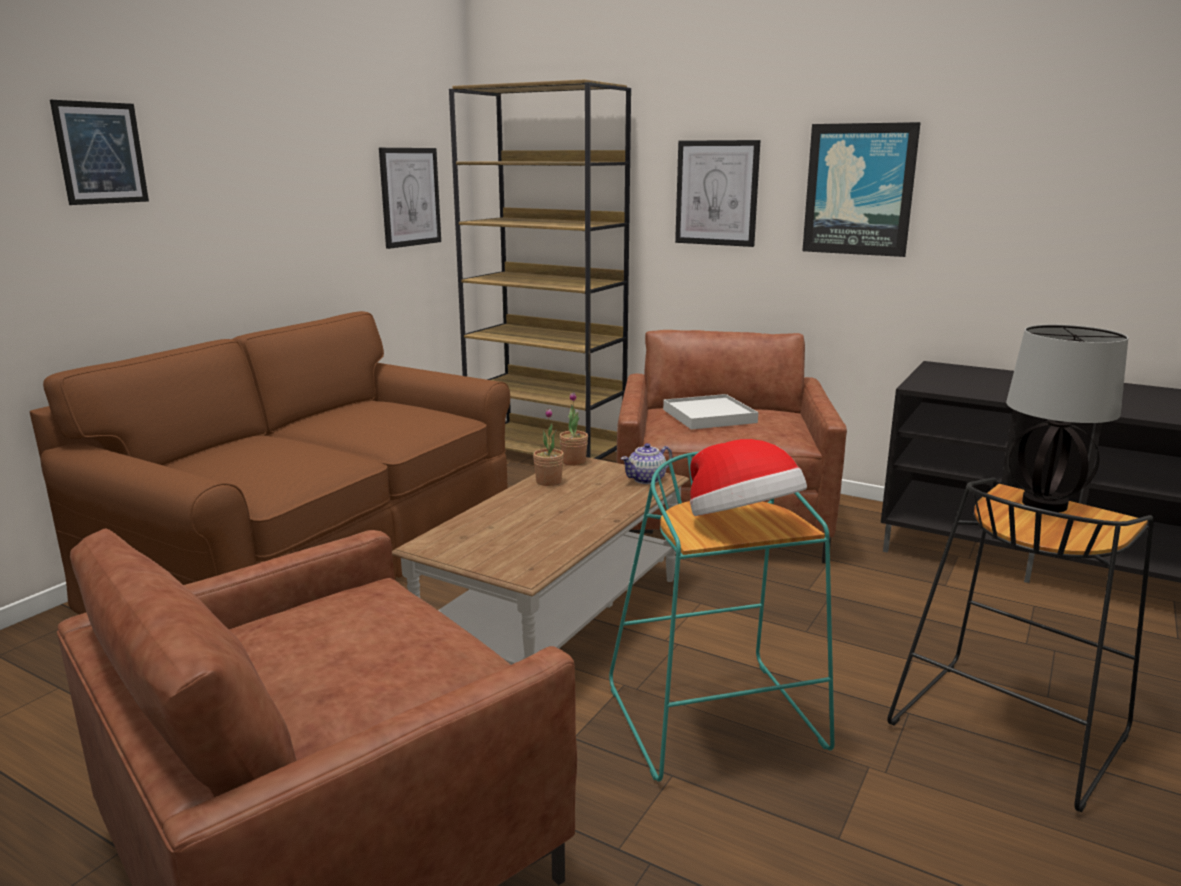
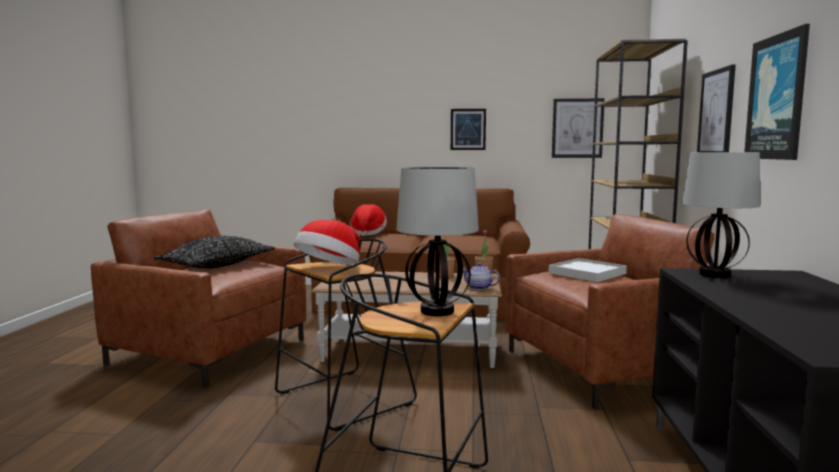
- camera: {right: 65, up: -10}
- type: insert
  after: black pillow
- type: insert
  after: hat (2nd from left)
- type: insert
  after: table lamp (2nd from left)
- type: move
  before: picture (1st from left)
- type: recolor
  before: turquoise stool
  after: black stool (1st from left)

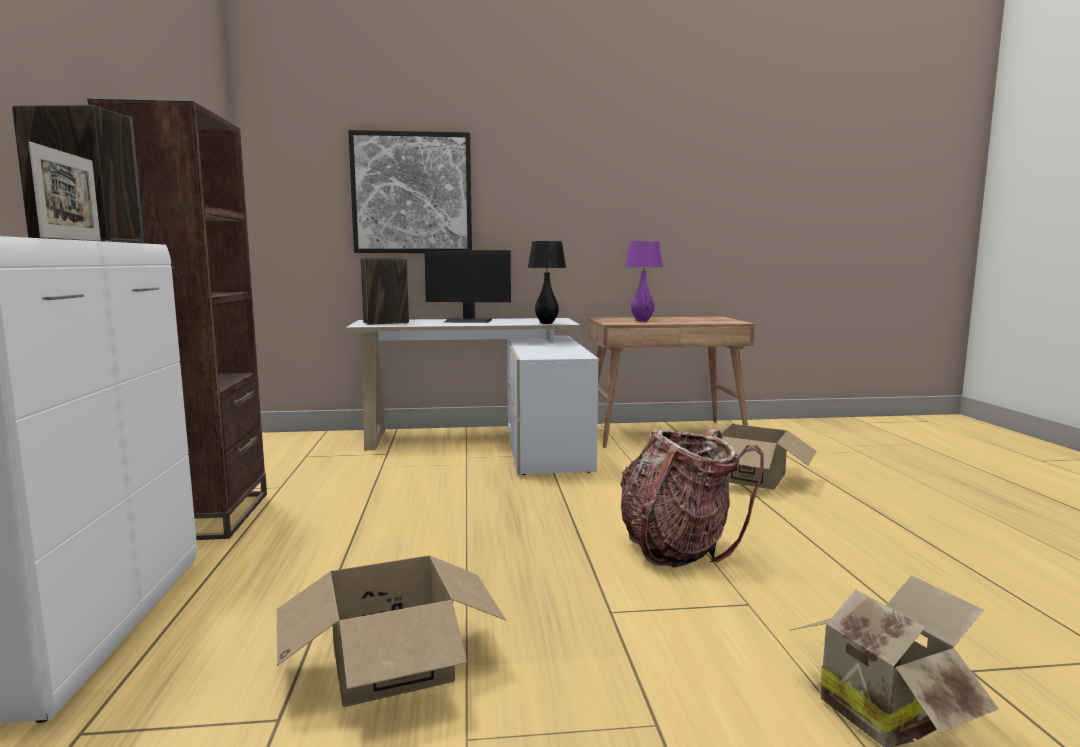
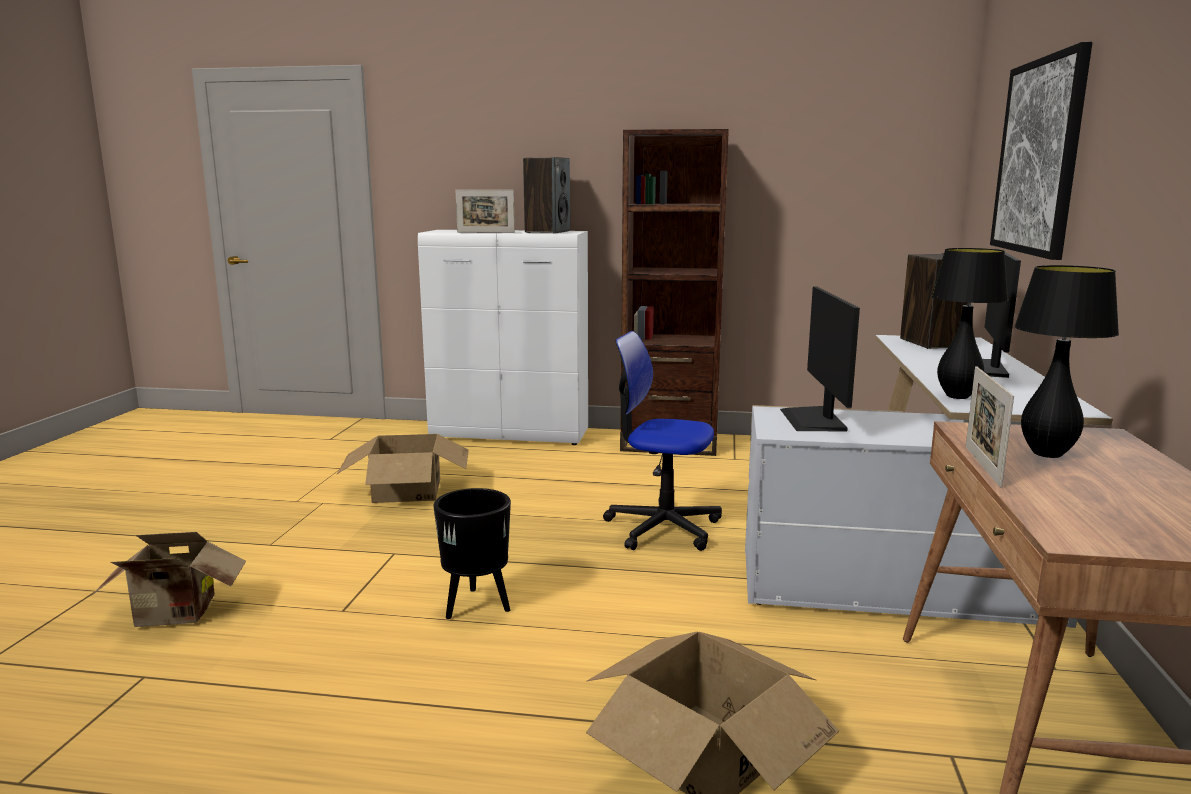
- camera: {right: 105, up: 5}
- type: insert
  after: office chair
- type: insert
  after: monitor (1st from left)
- type: insert
  after: picture frame (2nd from left)
- type: replace
  before: backpack
  after: black planter
- type: recolor
  before: purple table lamp
  after: black table lamp (2nd from left)

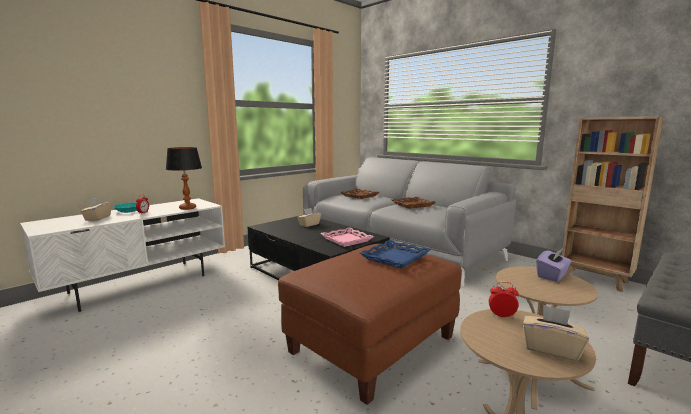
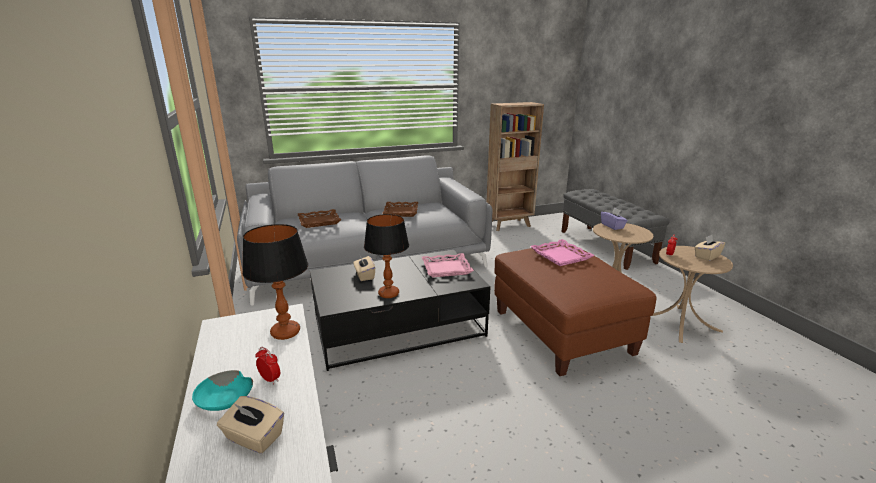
- camera: {right: -65, up: 10}
- type: insert
  after: table lamp (2nd from left)
- type: recolor
  before: blue tray
  after: pink tray (2nd from left)

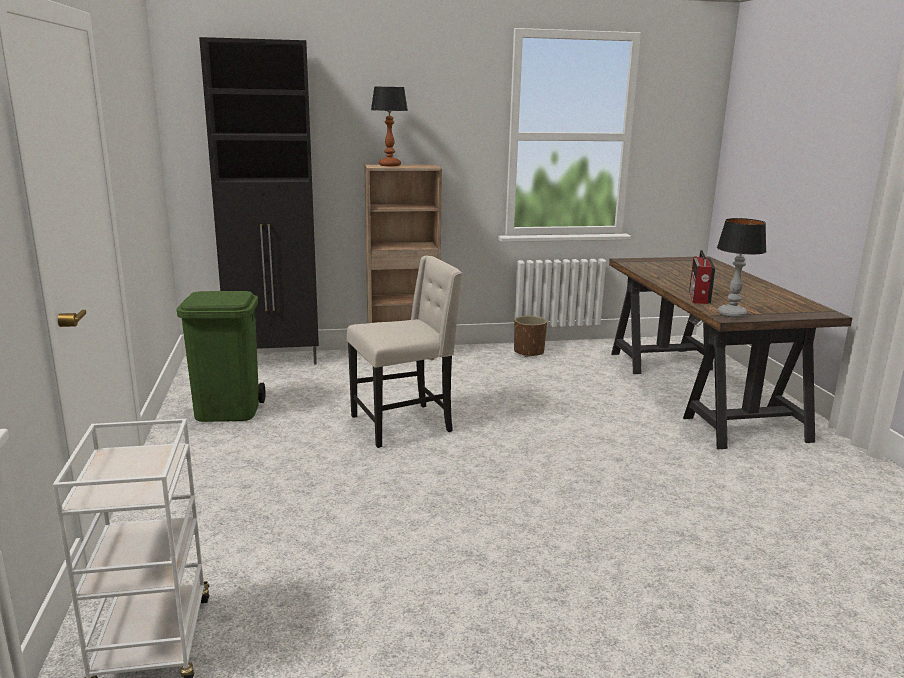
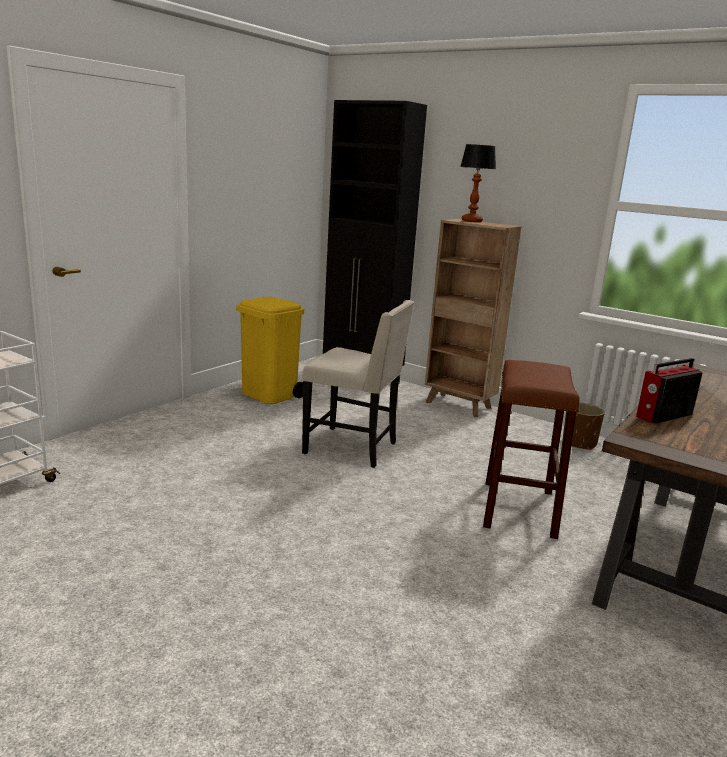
- camera: {right: 45, up: 0}
- type: delete
  before: table lamp (2nd from left)
- type: insert
  after: brown stool
- type: recolor
  before: green trash can
  after: yellow trash can

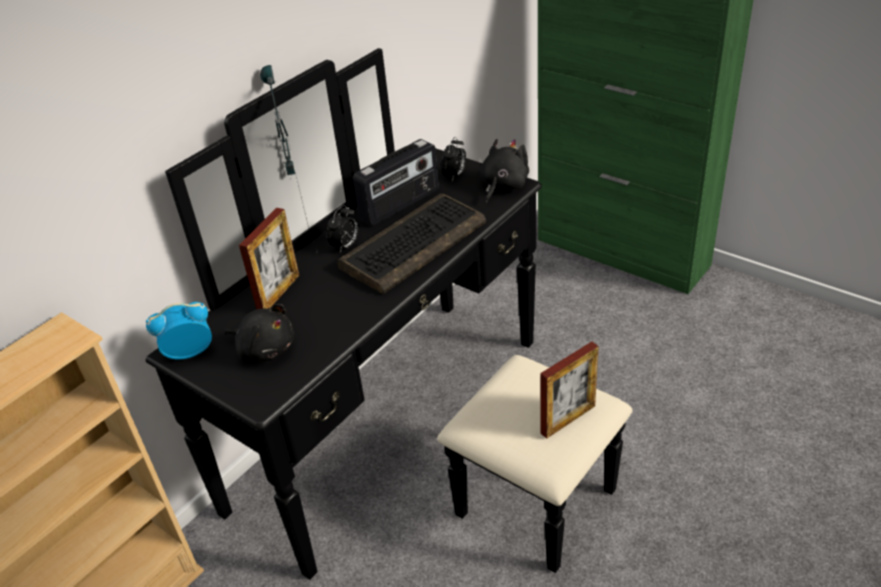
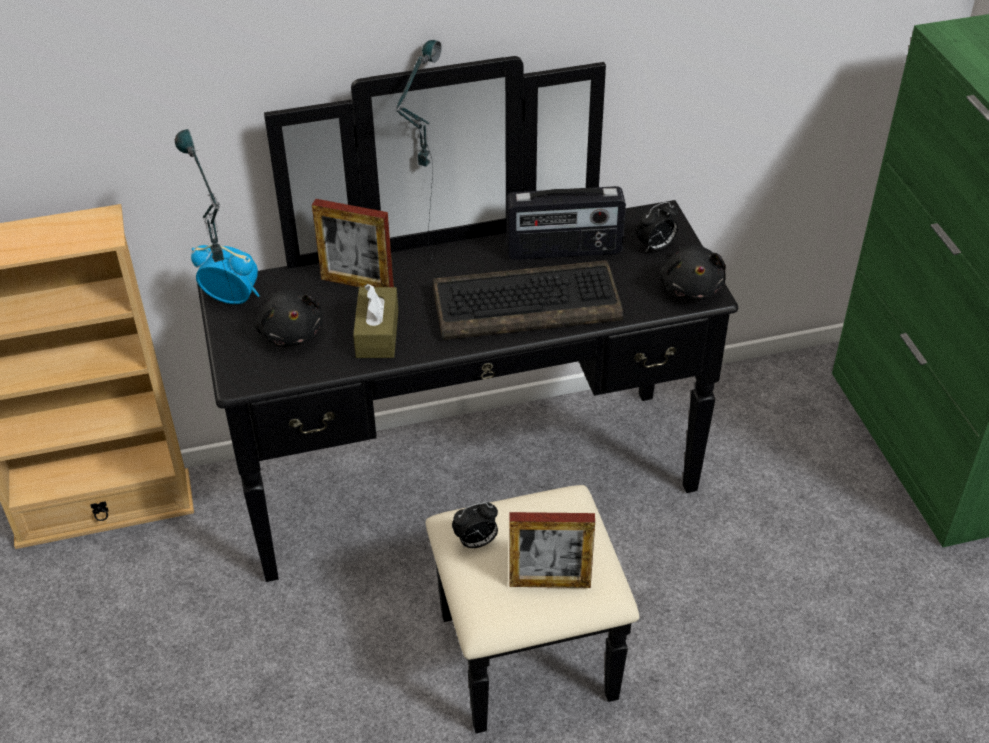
- camera: {right: 35, up: 5}
- type: insert
  after: table lamp (1st from left)
- type: insert
  after: brown tissue box
- type: move
  before: alarm clock (2nd from left)
- type: rotate
  before: picture frame (1st from left)
  turn: 45
- type: rotate
  before: black plush toy (2nd from left)
  turn: 105

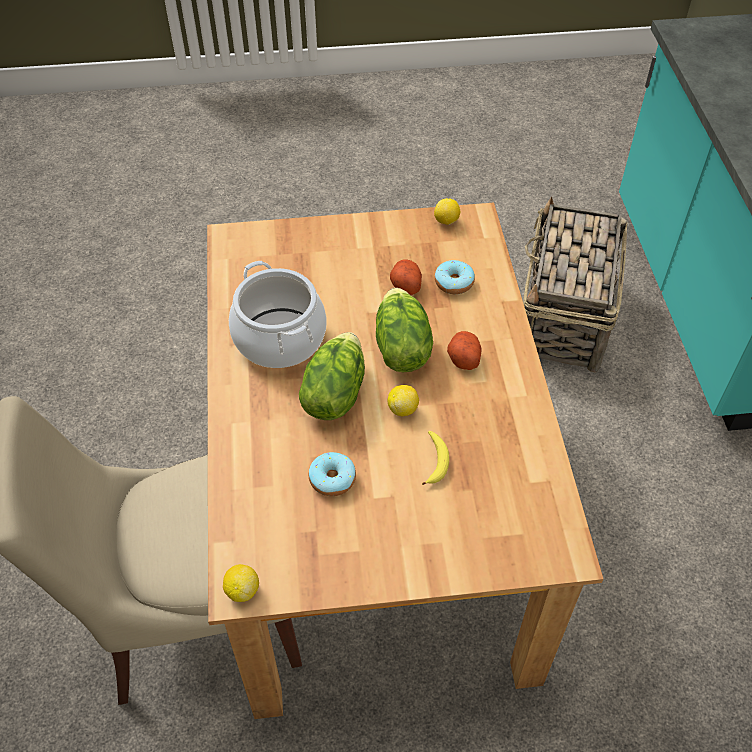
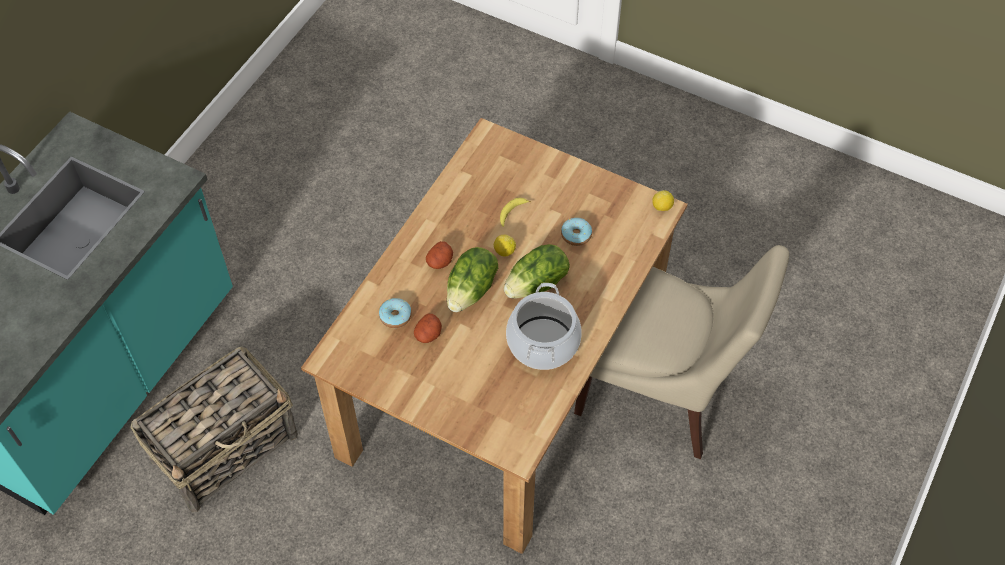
- camera: {right: -145, up: 5}
- type: delete
  before: lemon (3rd from left)

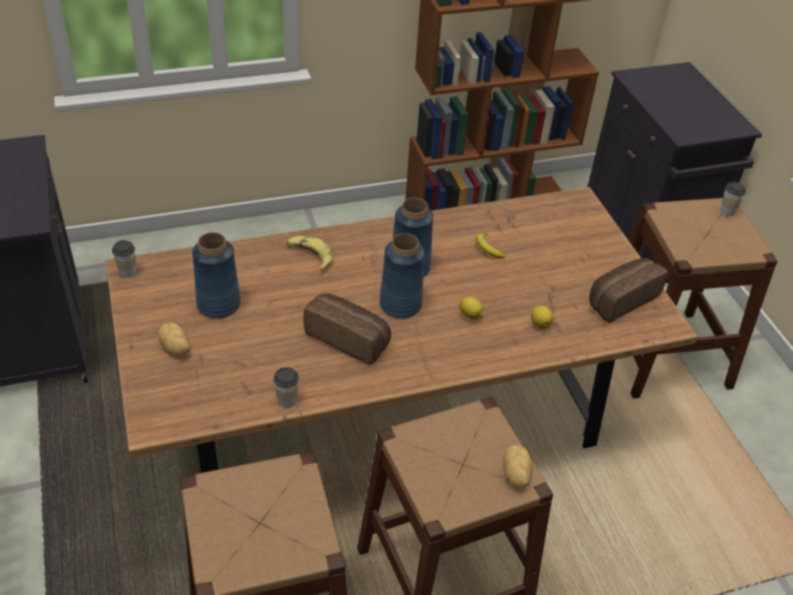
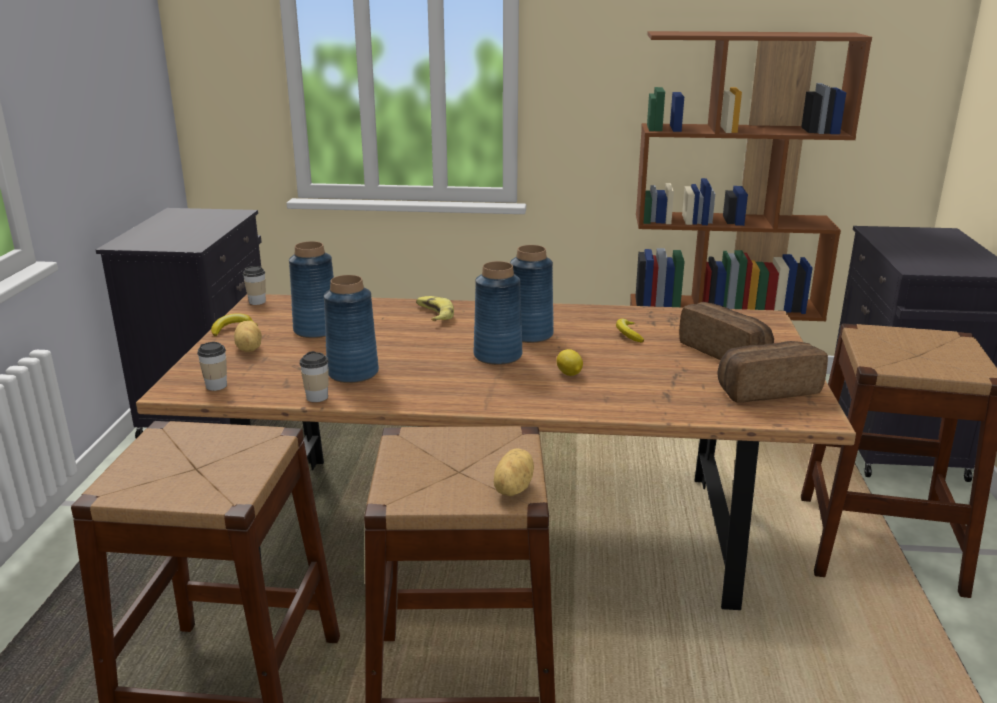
- camera: {right: 25, up: -20}
- type: delete
  before: lemon (2nd from left)
- type: insert
  after: banana (1st from left)
- type: insert
  after: blue vase (2nd from left)
- type: move
  before: bread (1st from left)
- type: move
  before: cup (3rd from left in the first image)
  after: cup (1st from left)

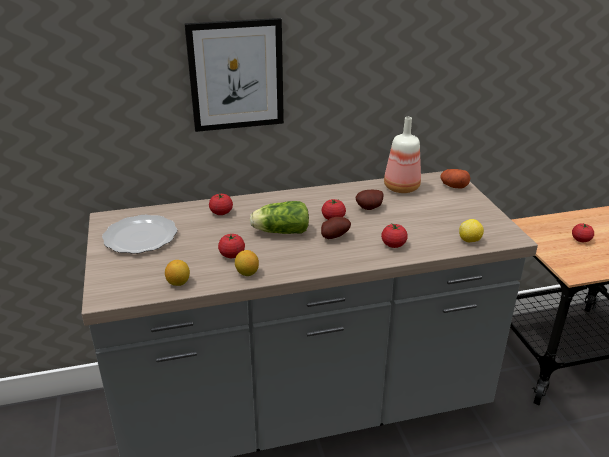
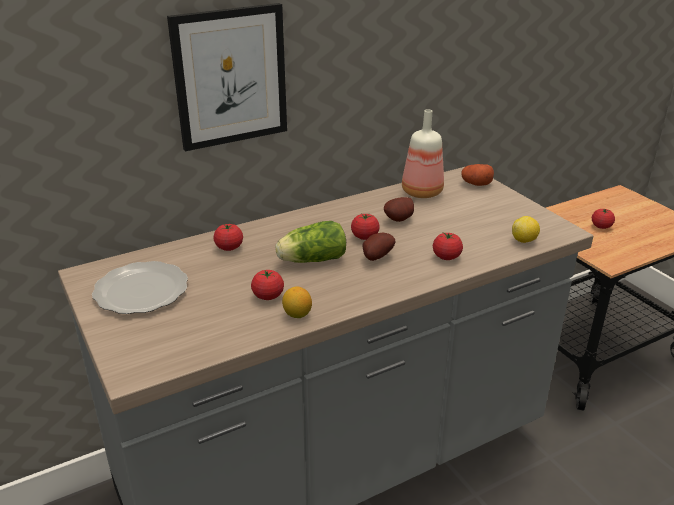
- camera: {right: -15, up: 0}
- type: delete
  before: lemon (1st from left)

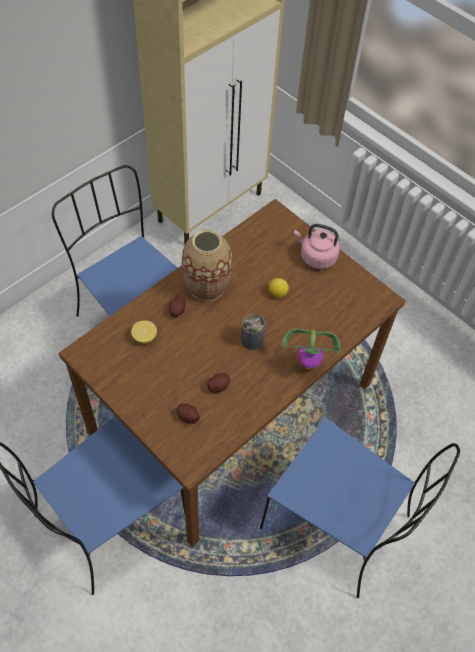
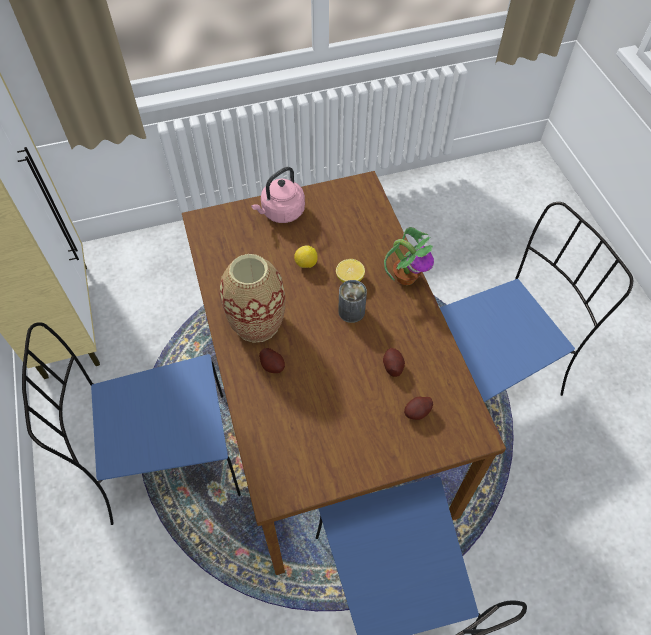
- camera: {right: -60, up: 0}
- type: move
  before: lemon (1st from left in the first image)
  after: lemon (2nd from left)

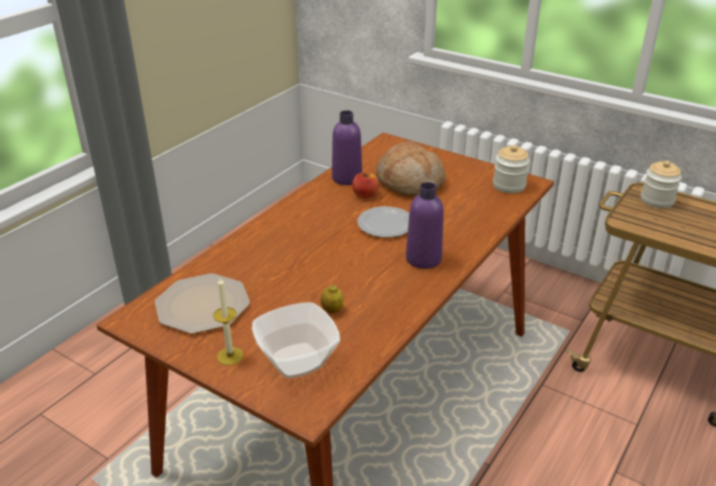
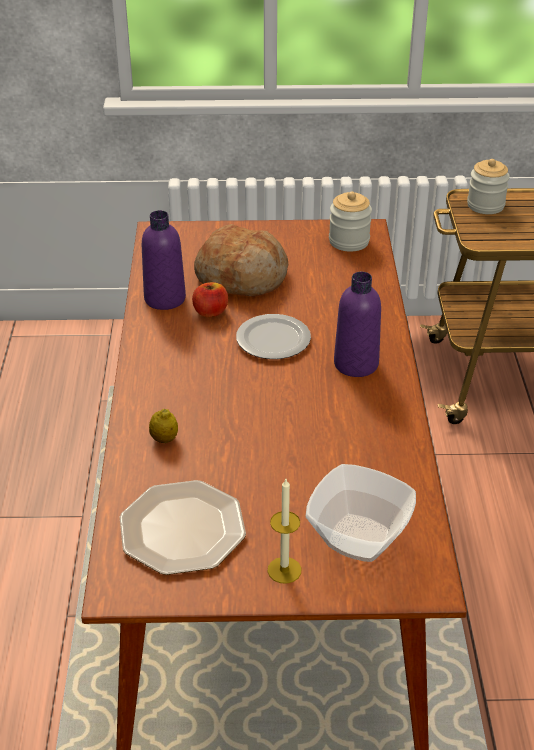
- camera: {right: -35, up: 5}
- type: move
  before: lemon

